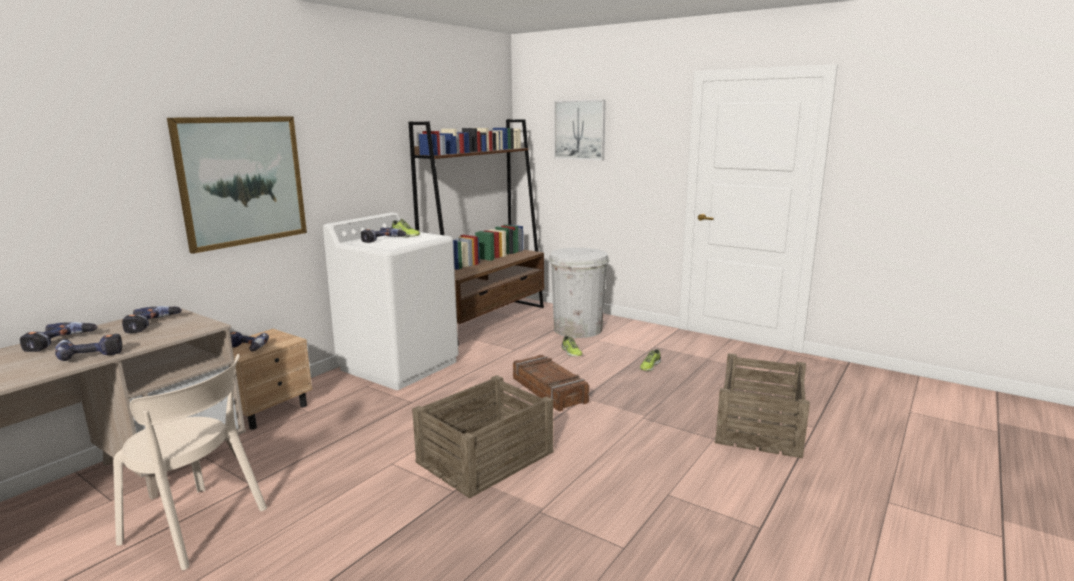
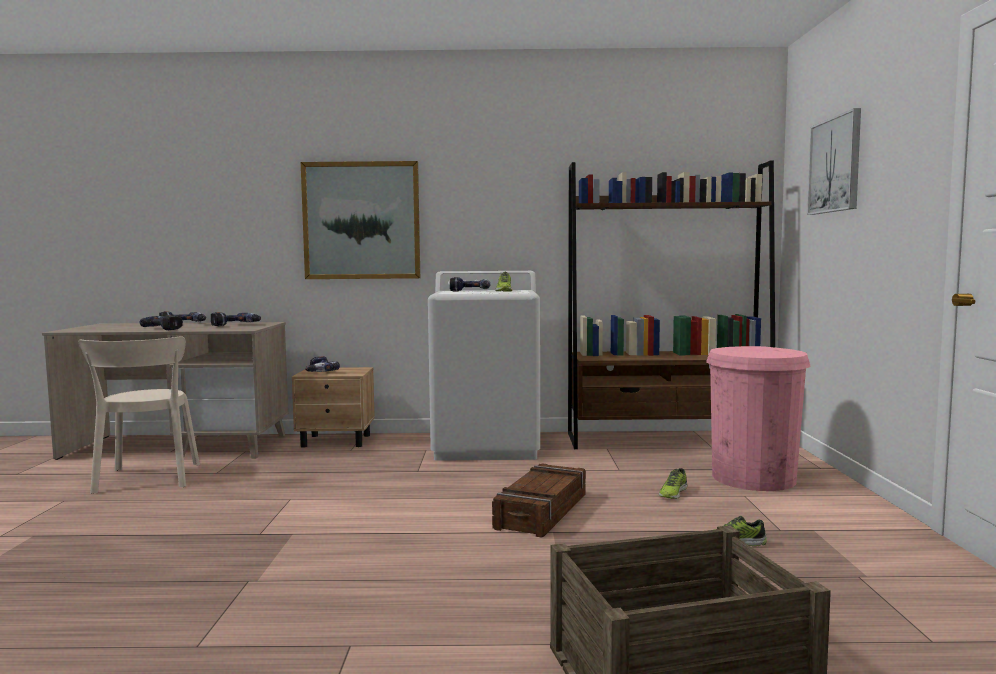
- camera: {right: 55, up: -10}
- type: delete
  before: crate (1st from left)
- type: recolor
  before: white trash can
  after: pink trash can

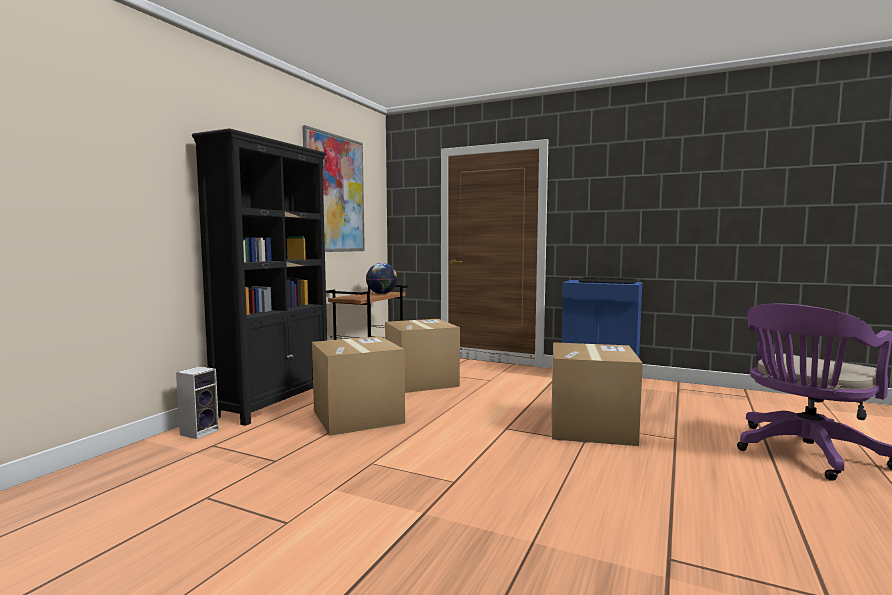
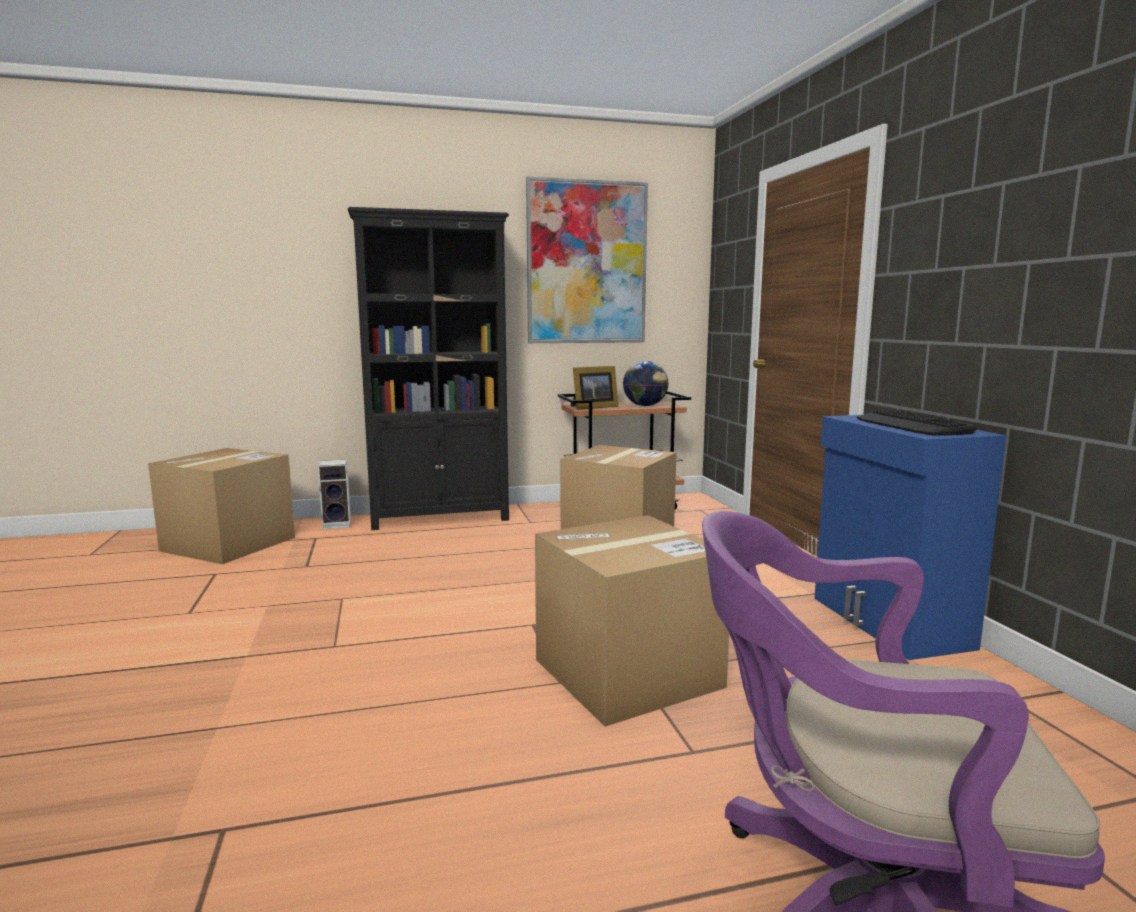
- camera: {right: 50, up: 5}
- type: insert
  after: picture frame
- type: move
  before: cardboard box (1st from left)

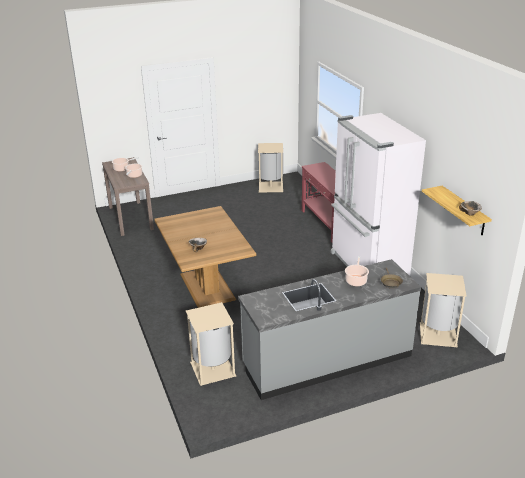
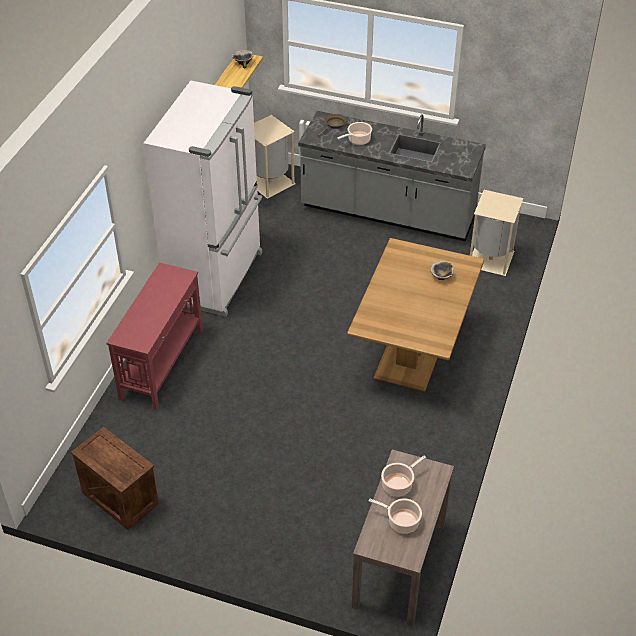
- camera: {right: -140, up: 15}
- type: replace
  before: beige trash can (2nd from left)
  after: crate

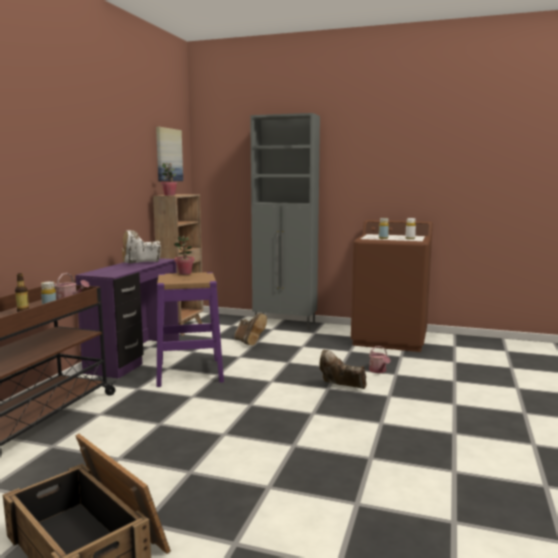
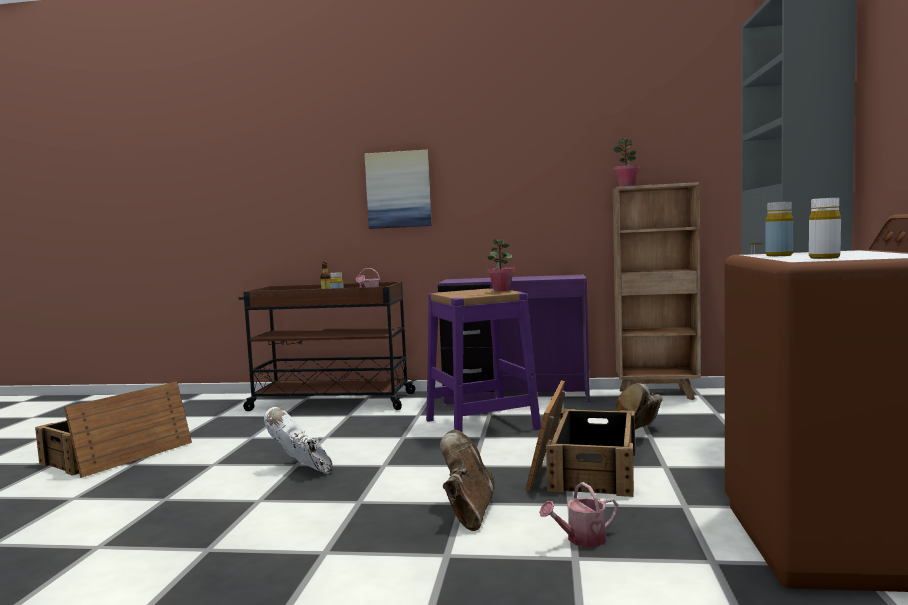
- camera: {right: 80, up: -5}
- type: insert
  after: crate (2nd from left)
- type: move
  before: white boot
- type: move
  before: picture

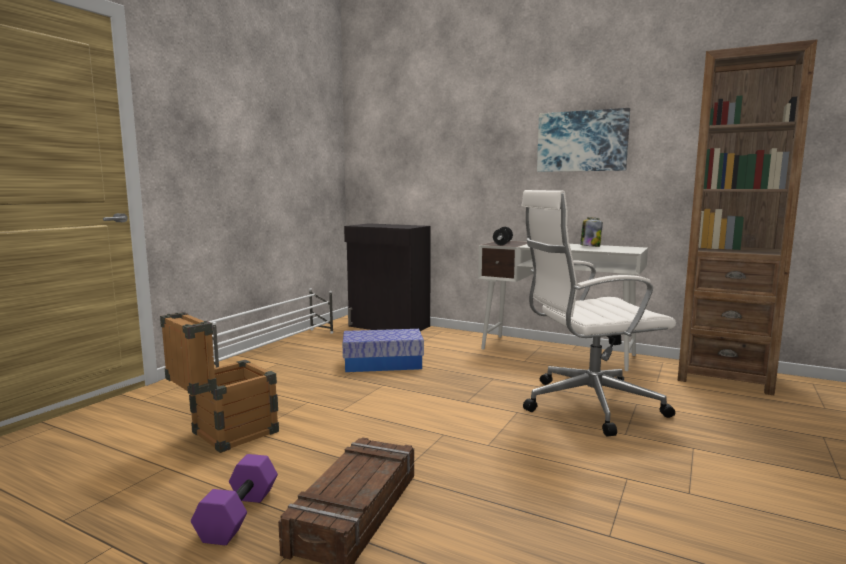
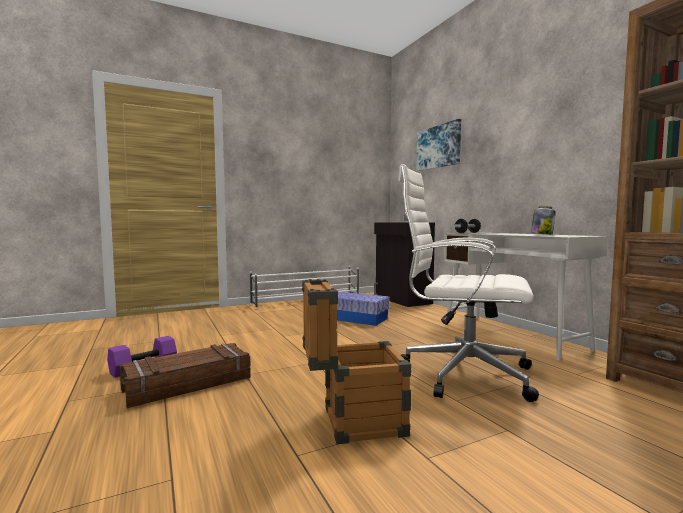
- camera: {right: 35, up: -5}
- type: move
  before: crate (1st from left in the first image)
  after: crate (2nd from left)
- type: move
  before: picture

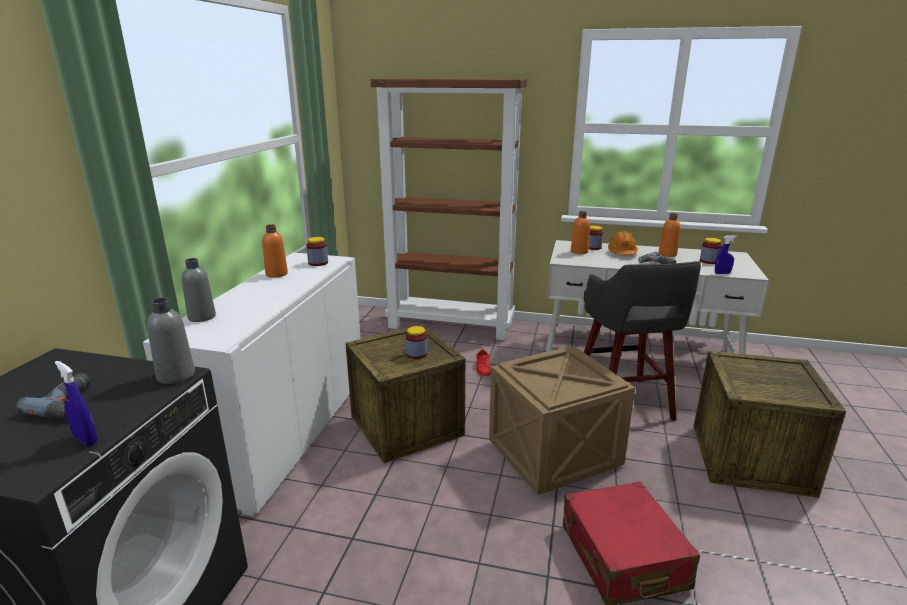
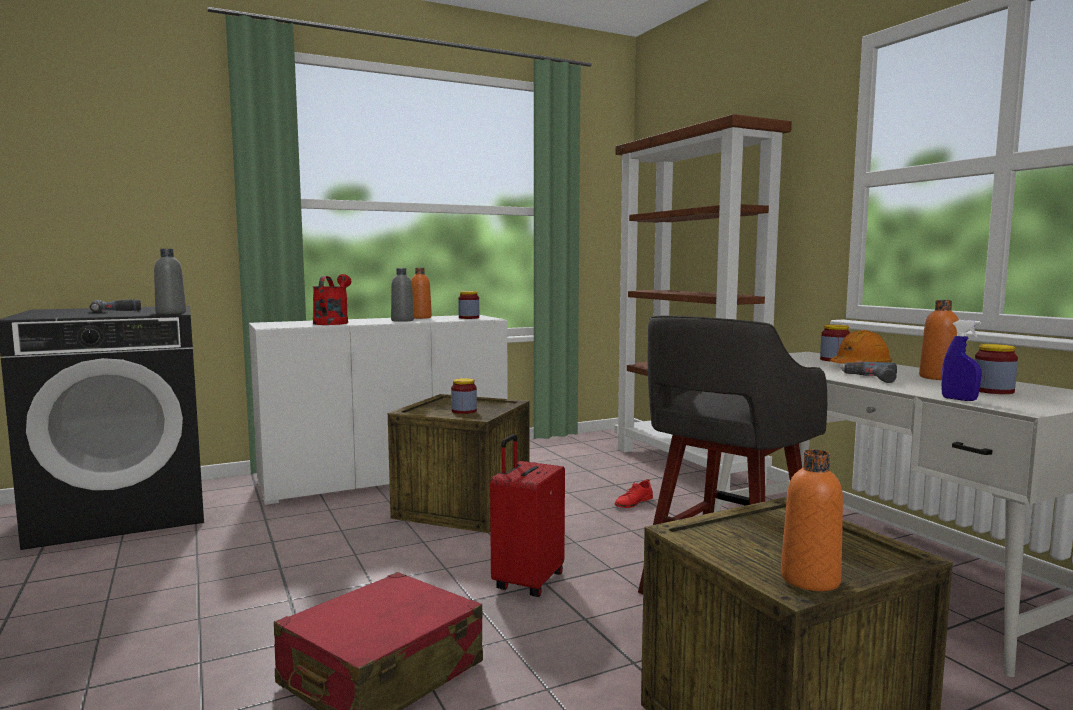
- camera: {right: 50, up: -15}
- type: delete
  before: blue spray bottle (1st from left)
- type: insert
  after: red watering can
- type: move
  before: grey bottle (2nd from left)
- type: move
  before: orange bottle (2nd from left)
- type: replace
  before: crate (2nd from left)
  after: red suitcase (2nd from left)

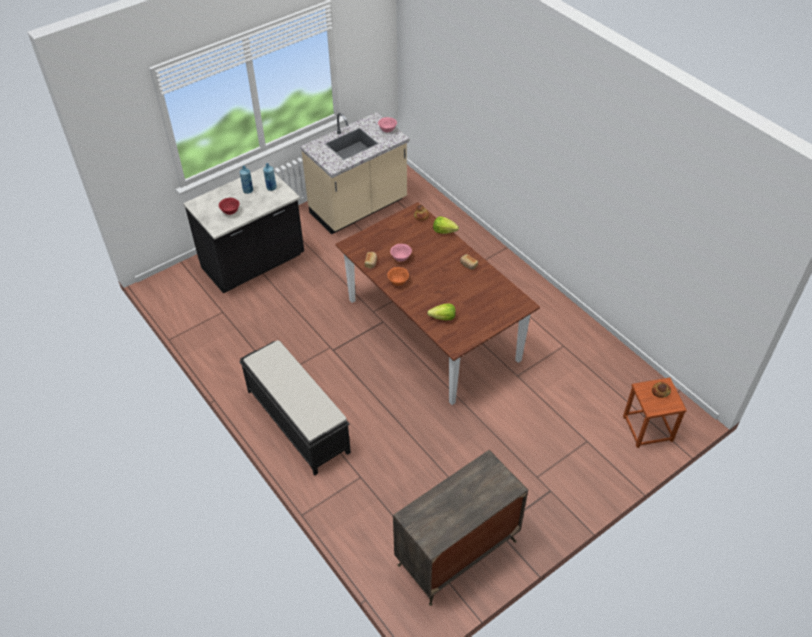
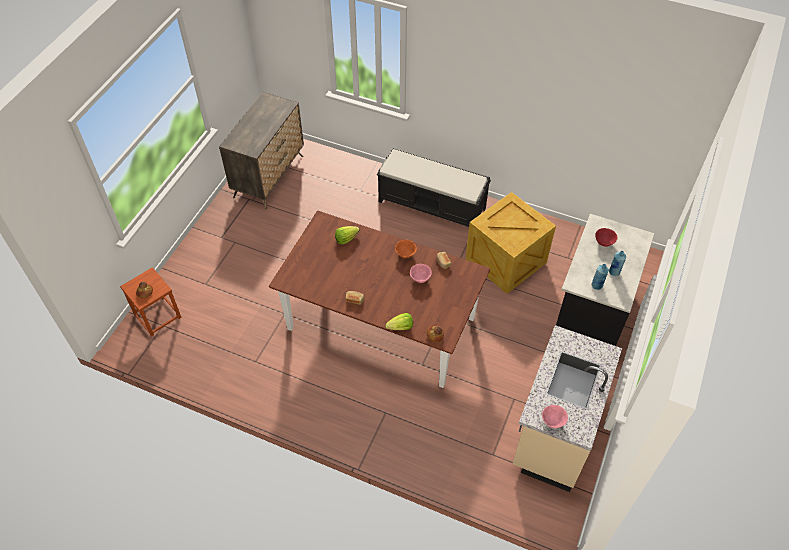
- camera: {right: 150, up: 5}
- type: insert
  after: crate

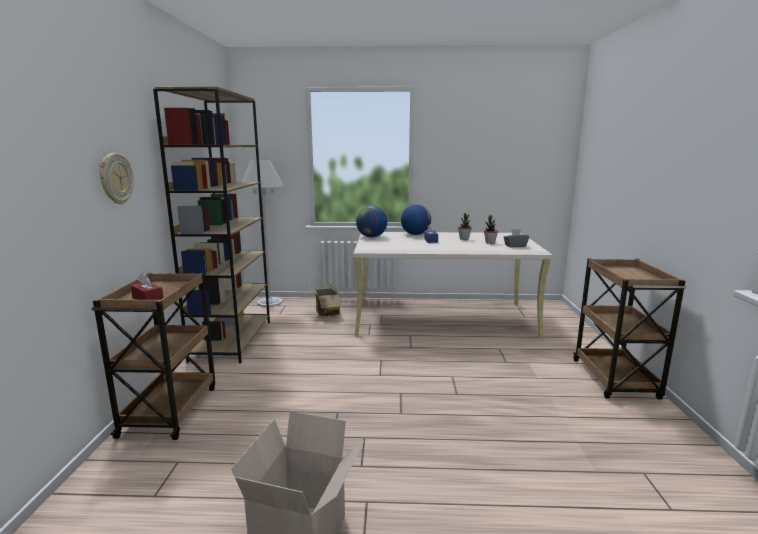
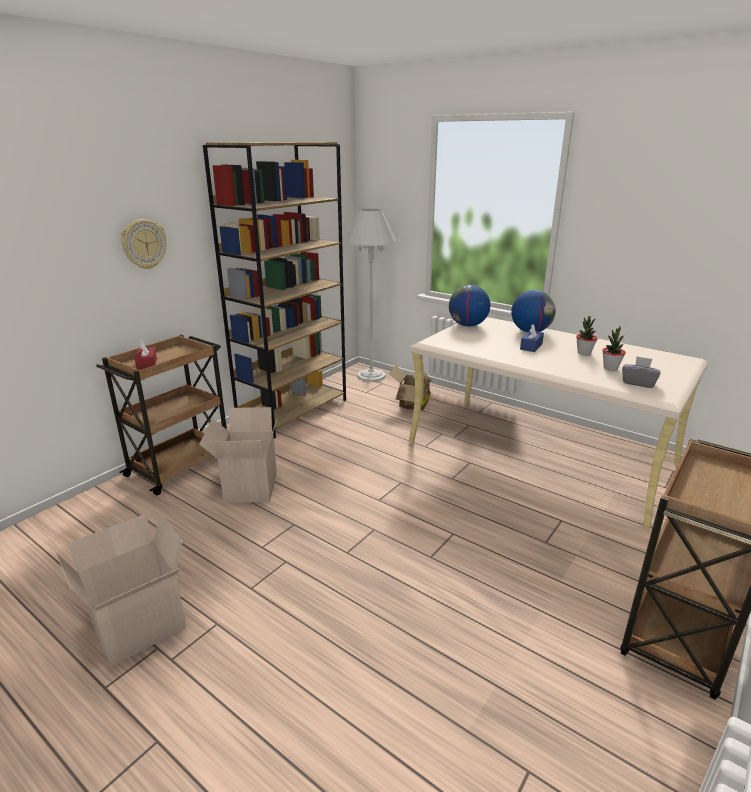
- camera: {right: 35, up: 10}
- type: insert
  after: cardboard box (2nd from left)

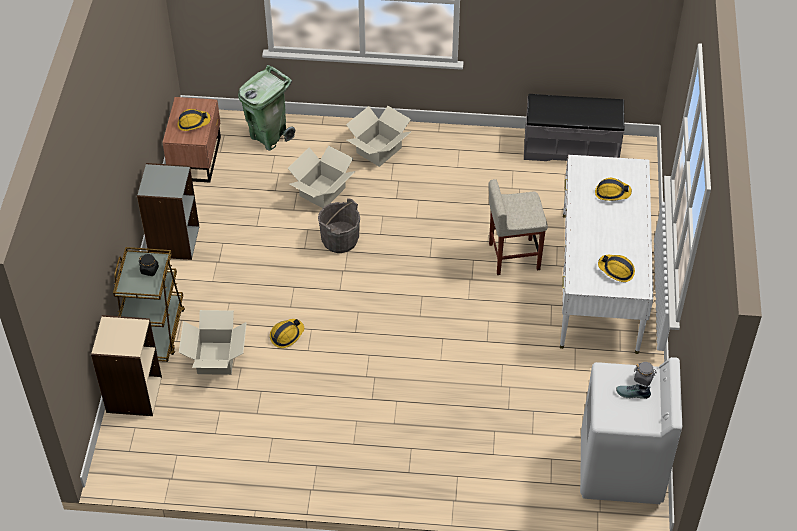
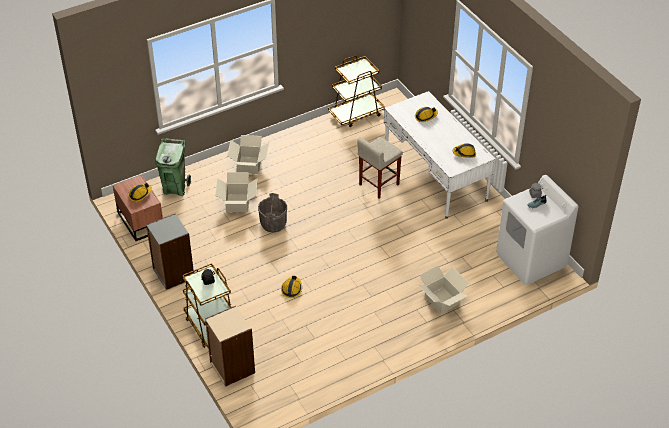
- camera: {right: -35, up: -5}
- type: move
  before: cardboard box (1st from left in the first image)
  after: cardboard box (3rd from left)
- type: replace
  before: grey bench
  after: brown cart (2nd from left)

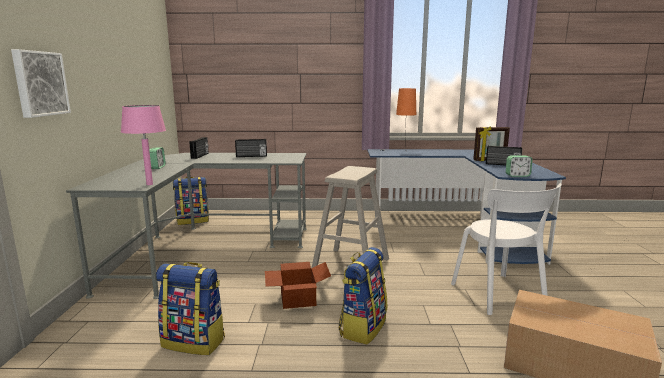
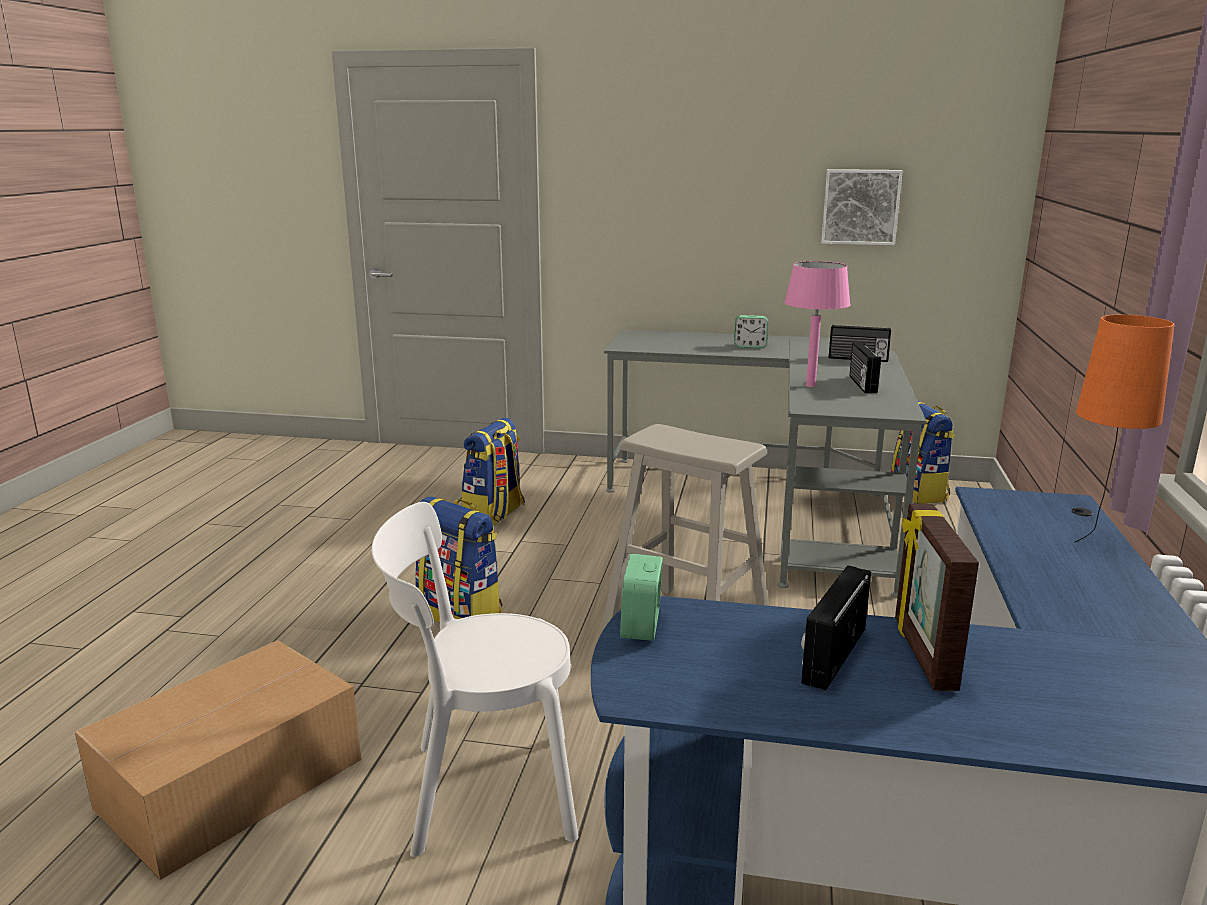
- camera: {right: 100, up: 5}
- type: delete
  before: cardboard box (1st from left)
- type: move
  before: picture
- type: move
  before: pink table lamp

